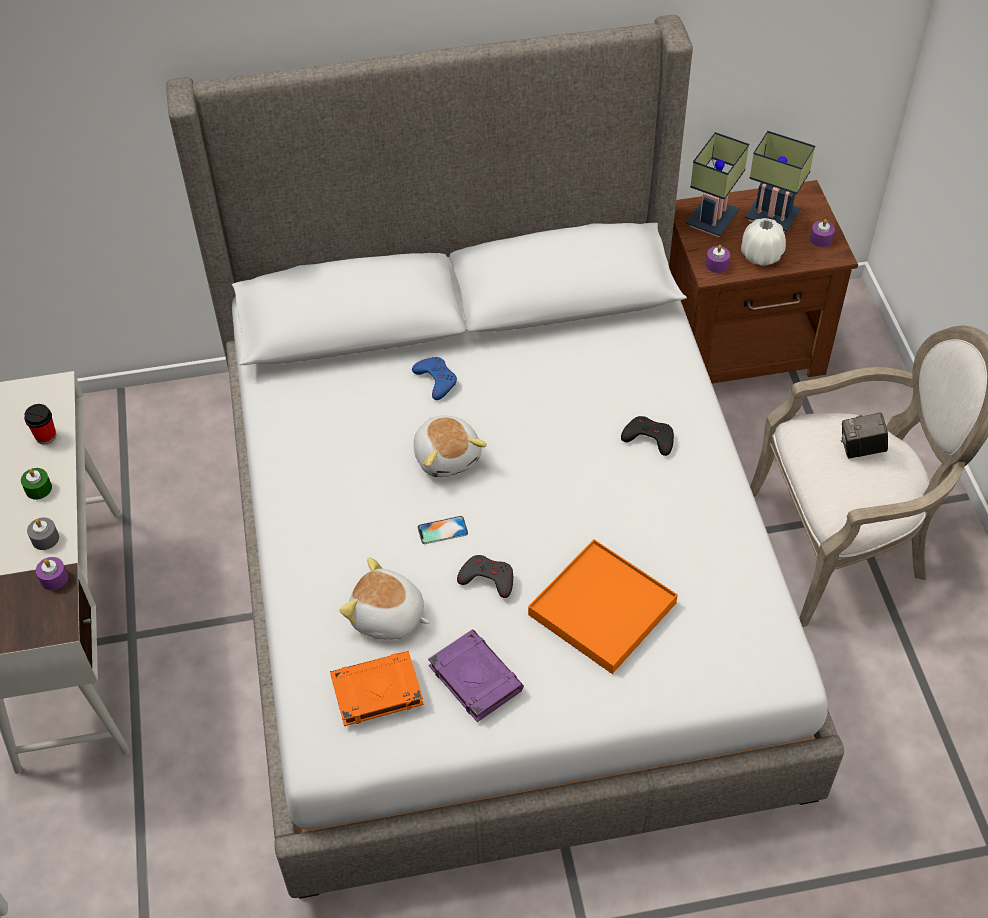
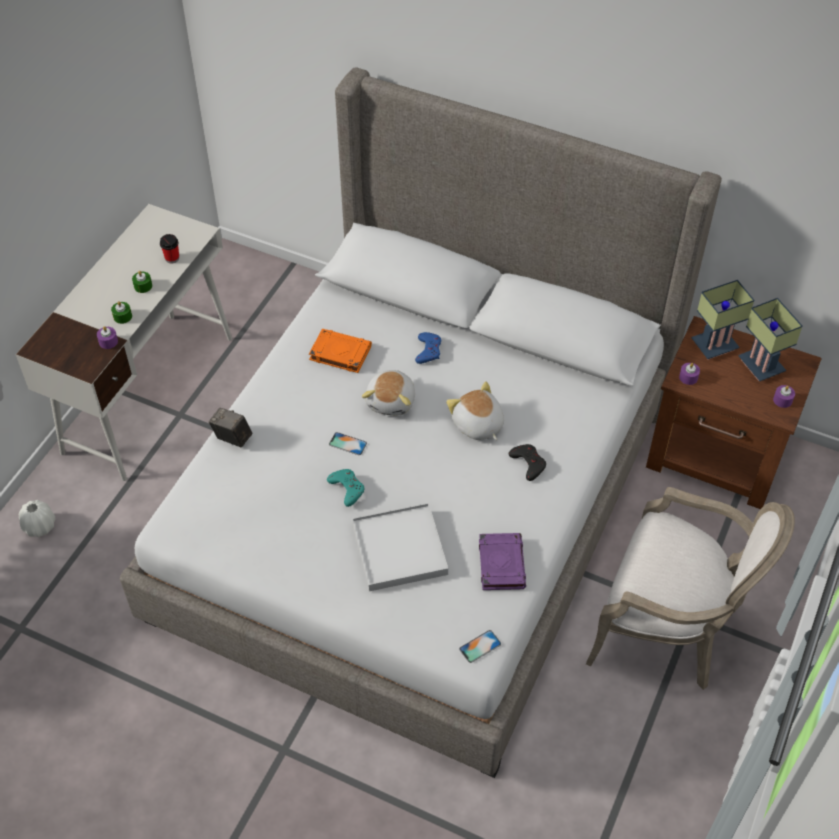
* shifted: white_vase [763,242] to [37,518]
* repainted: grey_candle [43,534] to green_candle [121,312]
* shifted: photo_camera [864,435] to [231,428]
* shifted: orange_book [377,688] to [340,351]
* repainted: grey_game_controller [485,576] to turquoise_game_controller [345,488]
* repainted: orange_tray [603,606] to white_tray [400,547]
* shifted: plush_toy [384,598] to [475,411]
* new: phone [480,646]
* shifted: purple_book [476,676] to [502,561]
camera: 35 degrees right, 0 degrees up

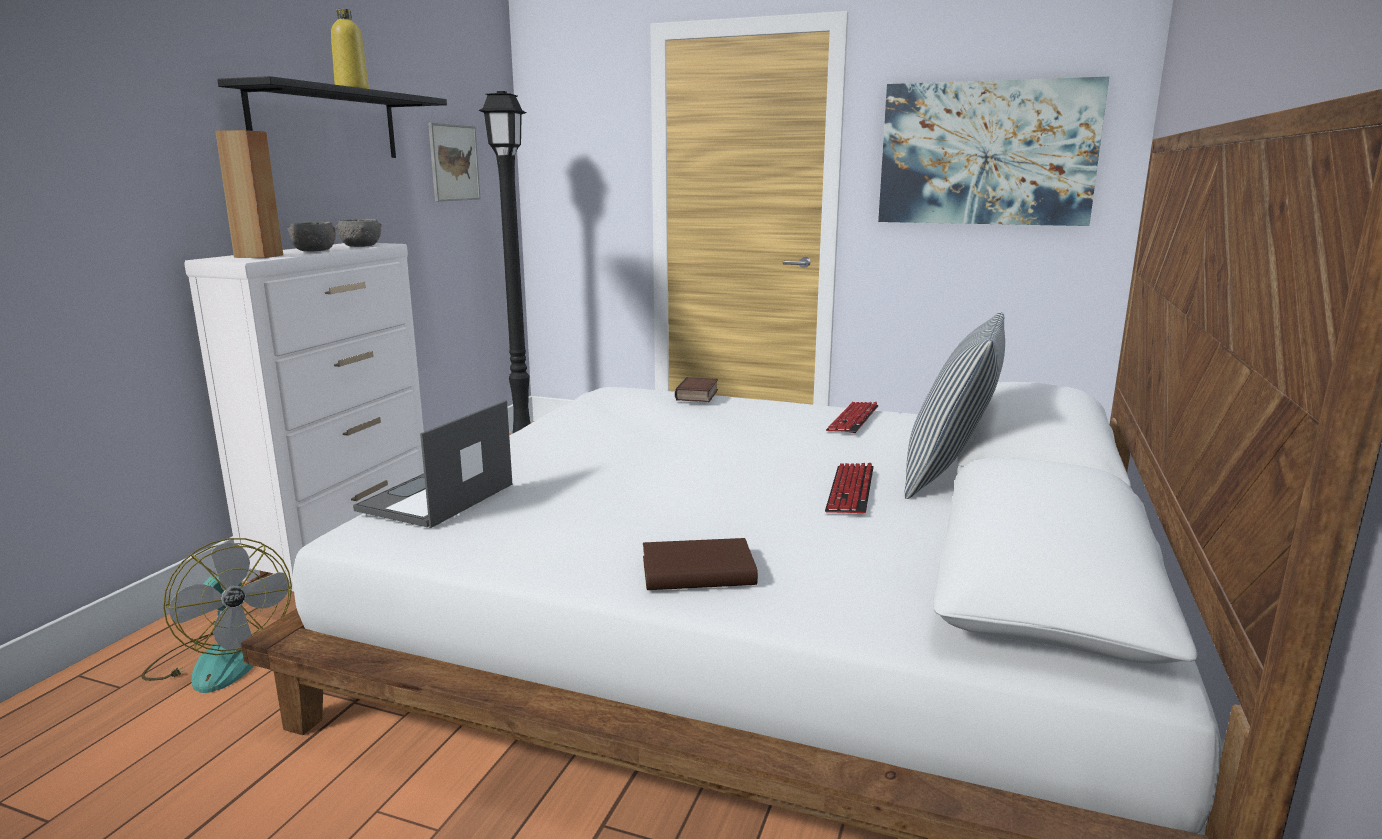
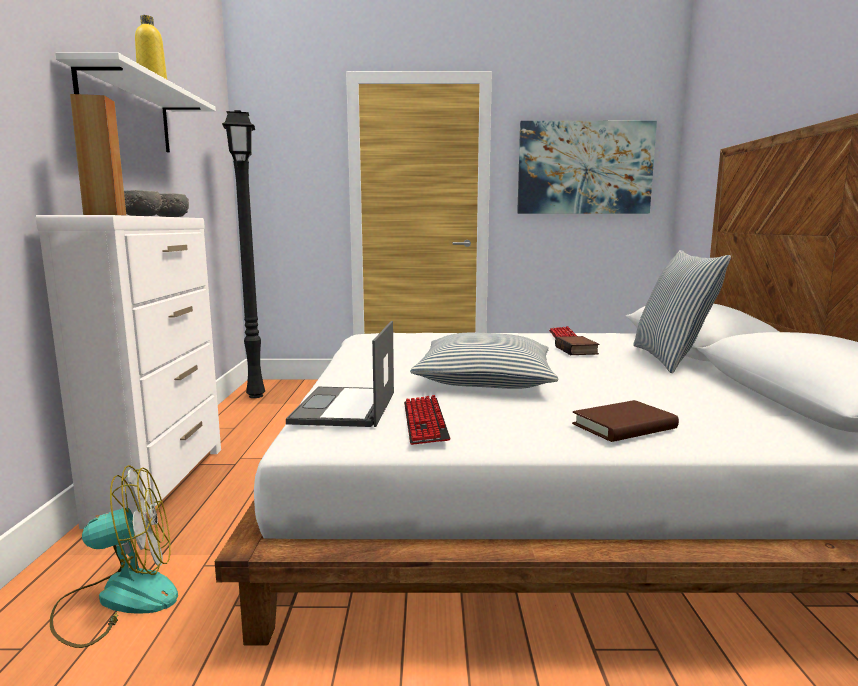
* rotated: fan [216,615] = [114,556] 45 degrees counterclockwise
* repainted: black_shelf [332,117] to white_shelf [135,102]
* shifted: keyboard [849,488] to [427,420]
* new: pillow [484,361]
* shifted: book [696,389] to [577,345]
* gone: picture [454,162]
camera: 20 degrees left, 5 degrees down

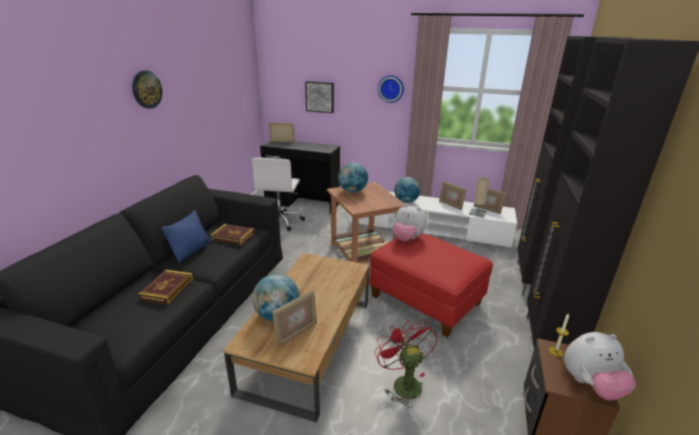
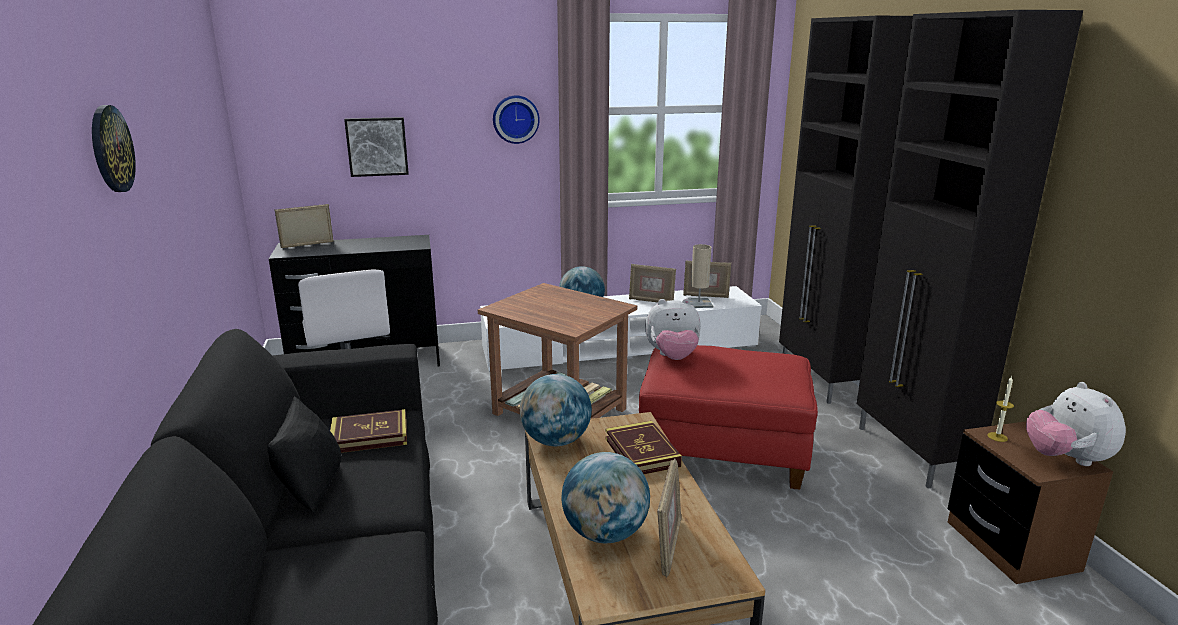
* repainted: blue_pillow [186,236] to black_pillow [304,455]
* shifted: globe [353,177] to [556,410]
* shifted: book [165,287] to [643,447]
* rotated: plush_toy [600,366] = [1076,424] 120 degrees clockwise
* gone: red_fan [406,363]
camera: 30 degrees left, 5 degrees down

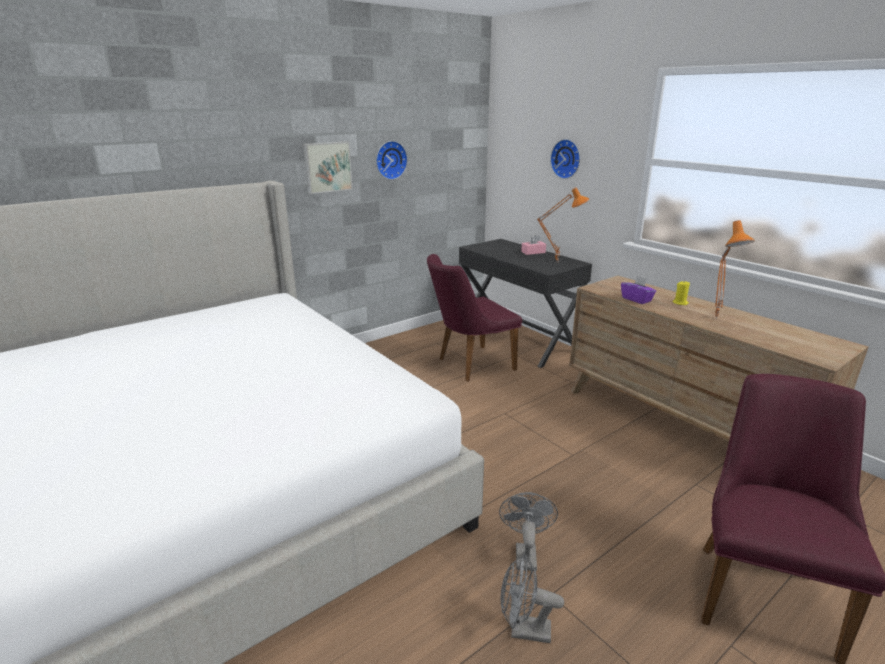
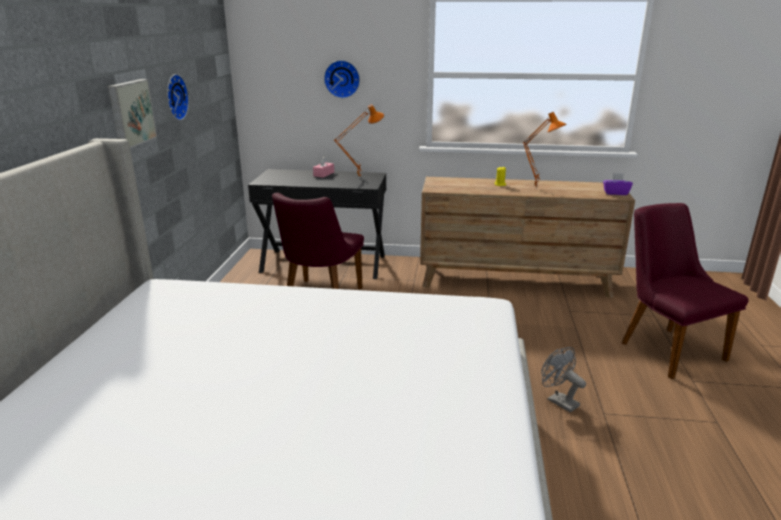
* shifted: purple_tissue_box [638,290] to [618,184]
* gone: grey_fan [532,599]
camera: 45 degrees left, 0 degrees up

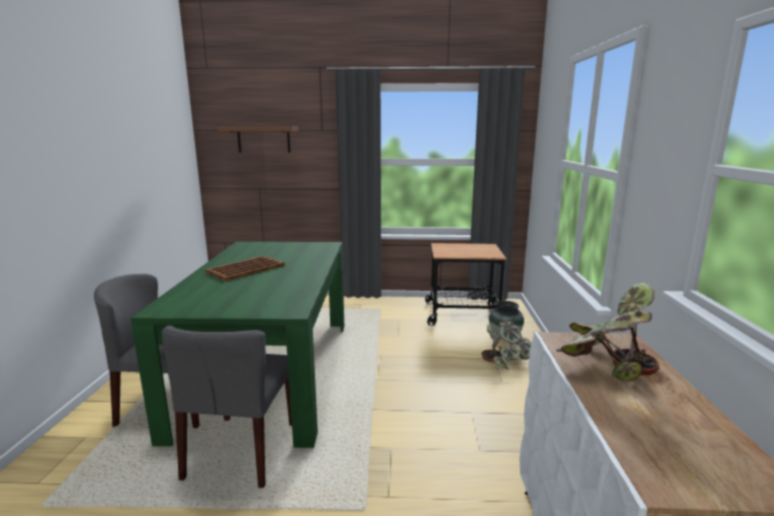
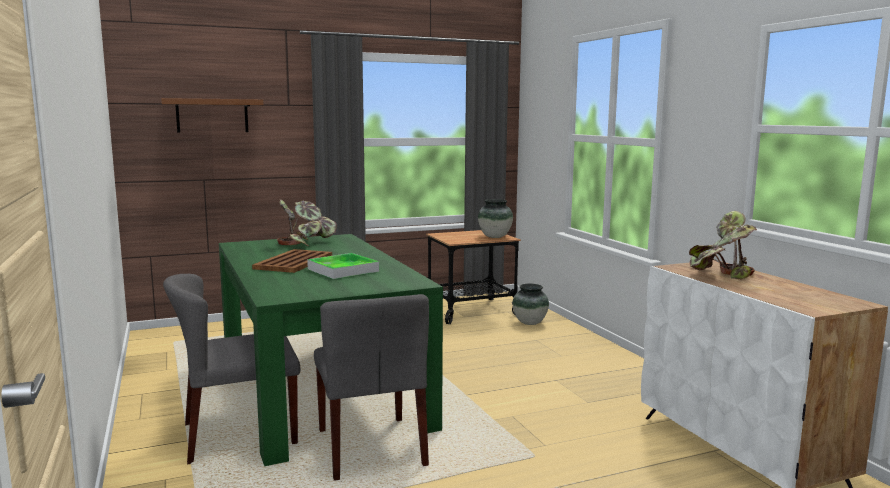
* shifted: potted_plant [506,345] to [307,222]
* new: tray [343,266]
* new: vase [495,218]
camera: 25 degrees left, 5 degrees down

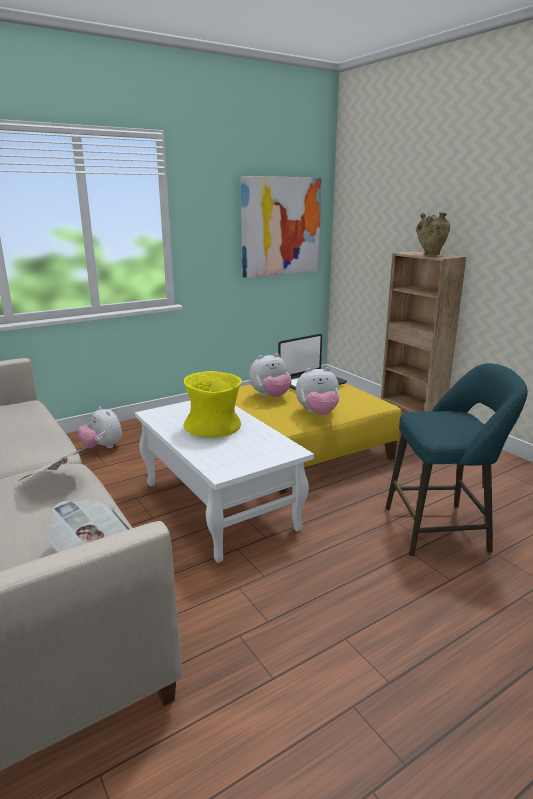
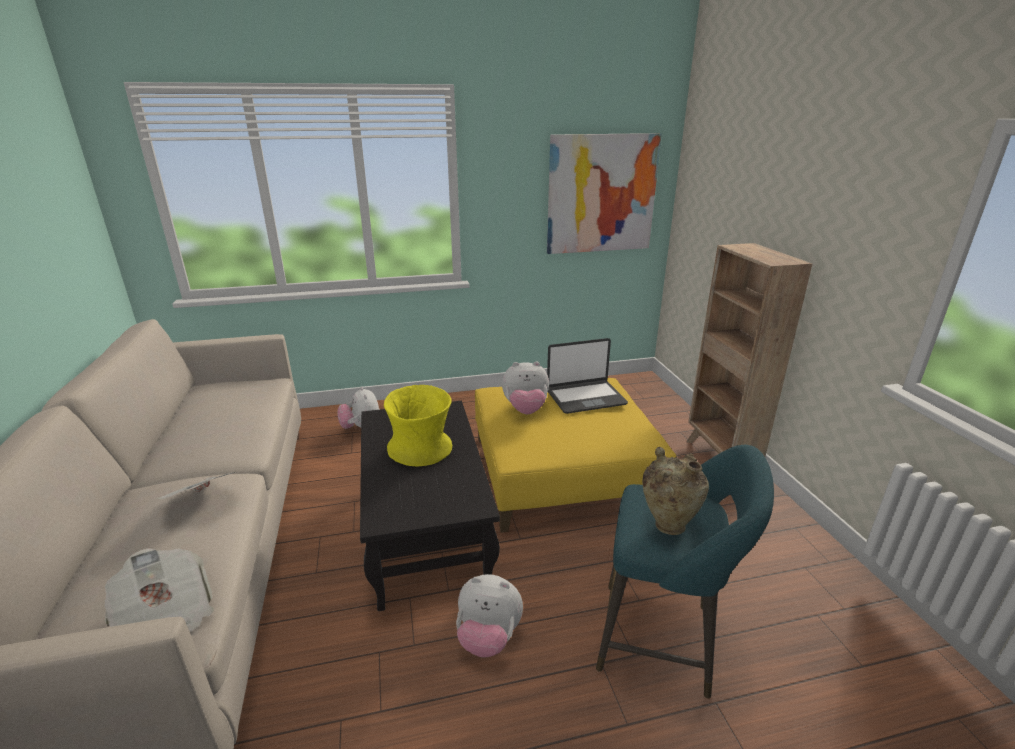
* repainted: white_coffee_table [224,482] to black_coffee_table [430,506]
* shifted: plush_toy [318,391] to [489,616]
* shifted: beige_vase [433,233] to [675,491]
camera: 20 degrees right, 5 degrees up

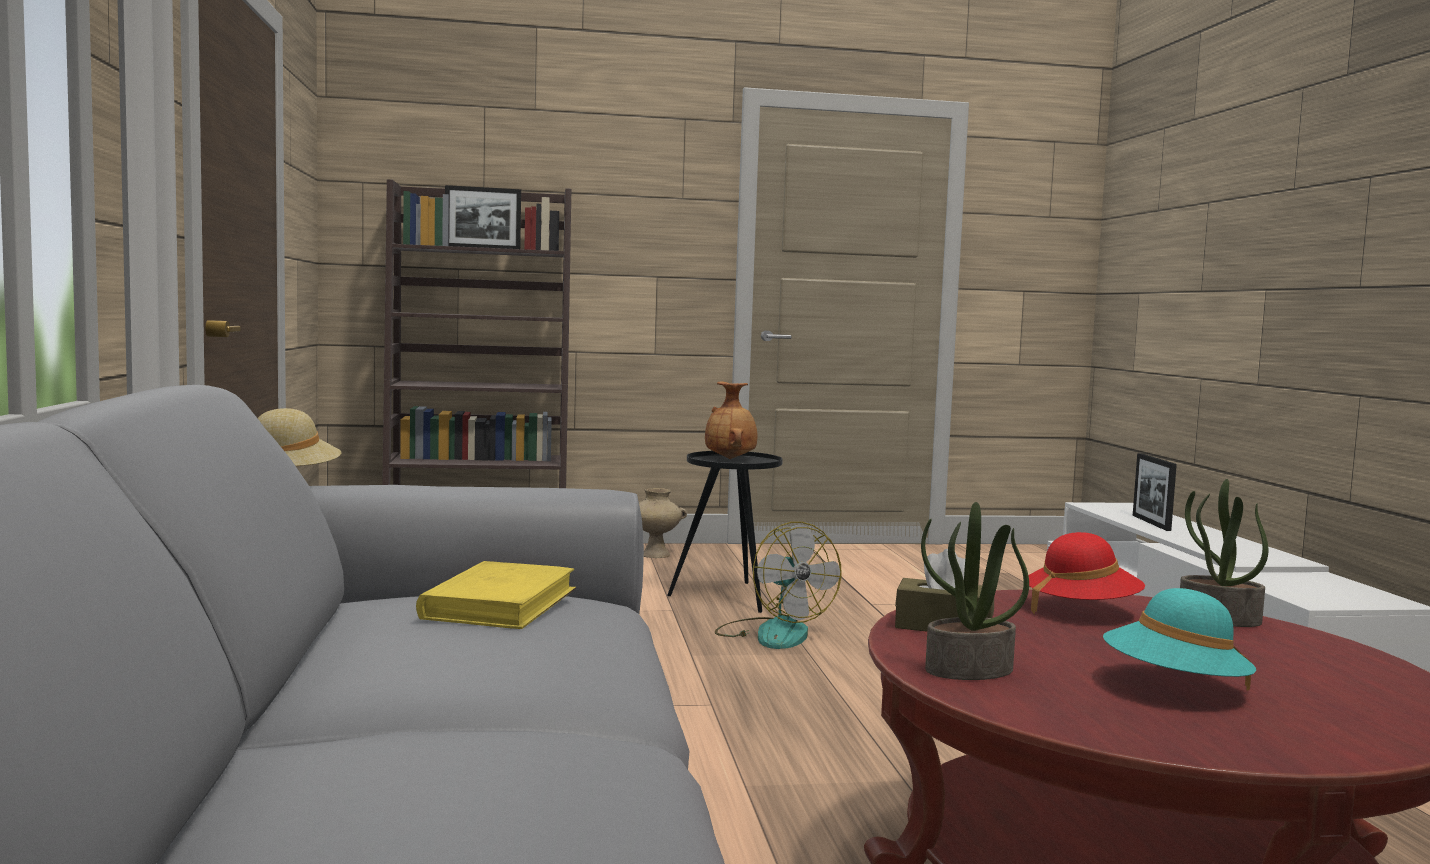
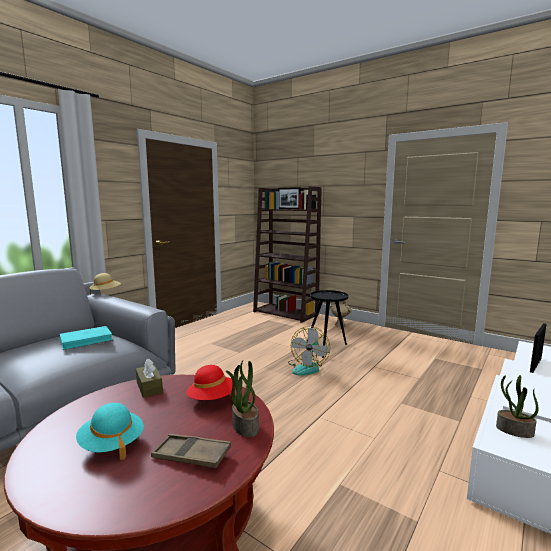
* repainted: yellow_book [496,595] to turquoise_book [86,338]
* new: brown_tray [191,451]
* shifted: potted_plant [975,591] to [517,406]
* gone: brown_vase [731,420]
camera: 45 degrees right, 5 degrees up

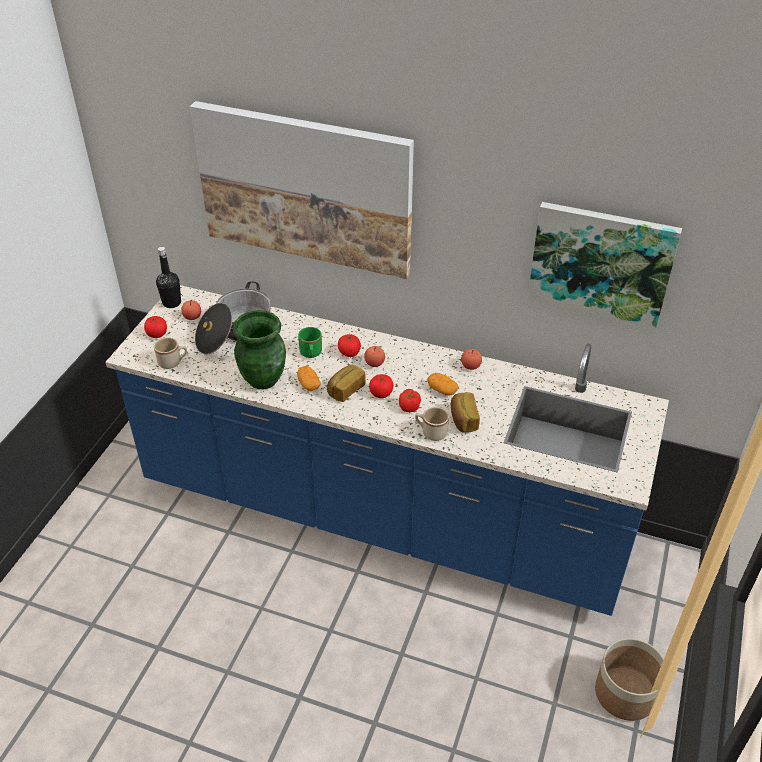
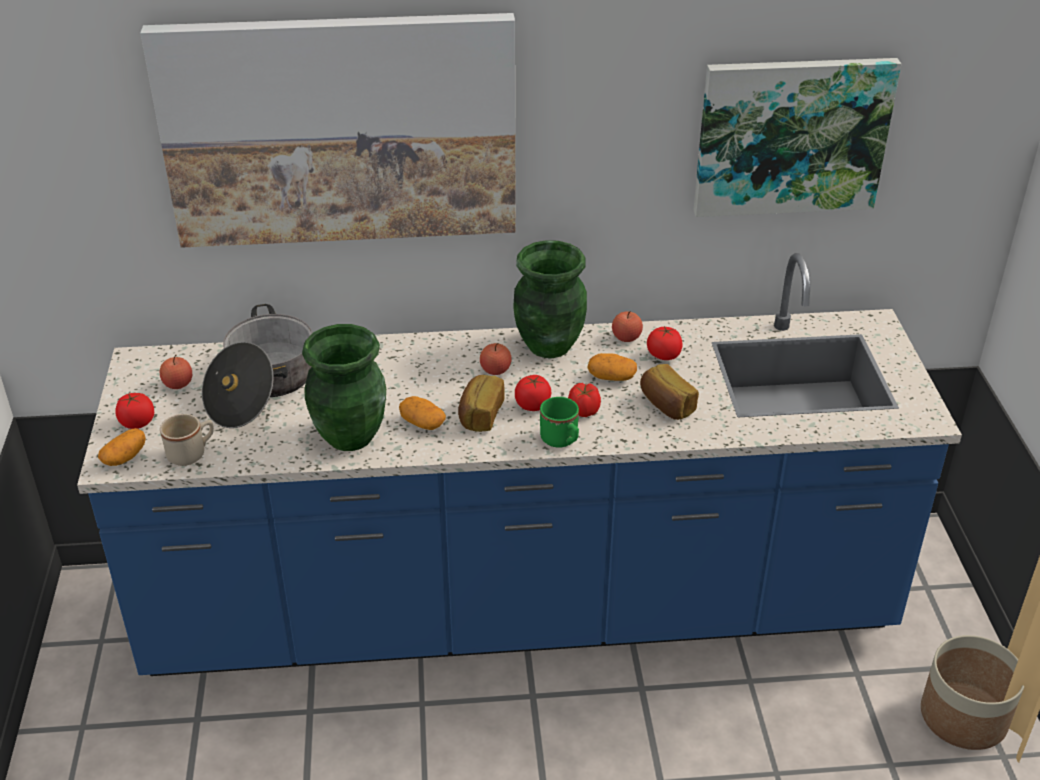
* new: potato [122,447]
* new: green_vase [550,299]
* shifted: green_mug [310,342] to [559,422]
* shifted: tomato [349,345] to [665,343]
* gone: black_bottle [168,277]
* gone: beige_mug [432,424]
camera: 25 degrees left, 5 degrees down

